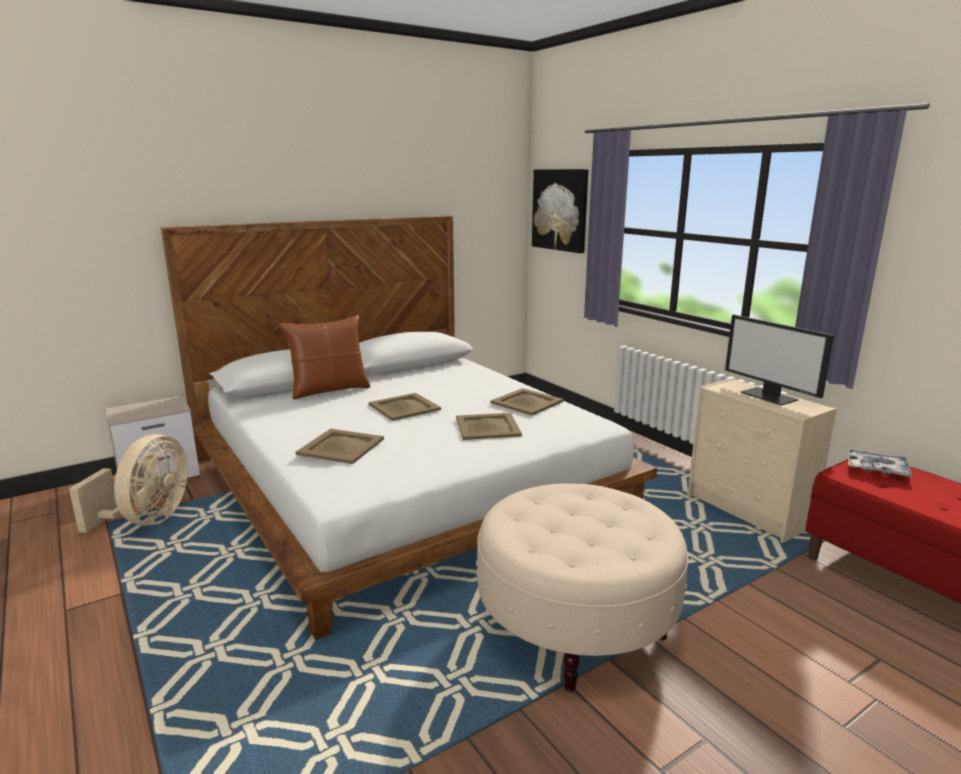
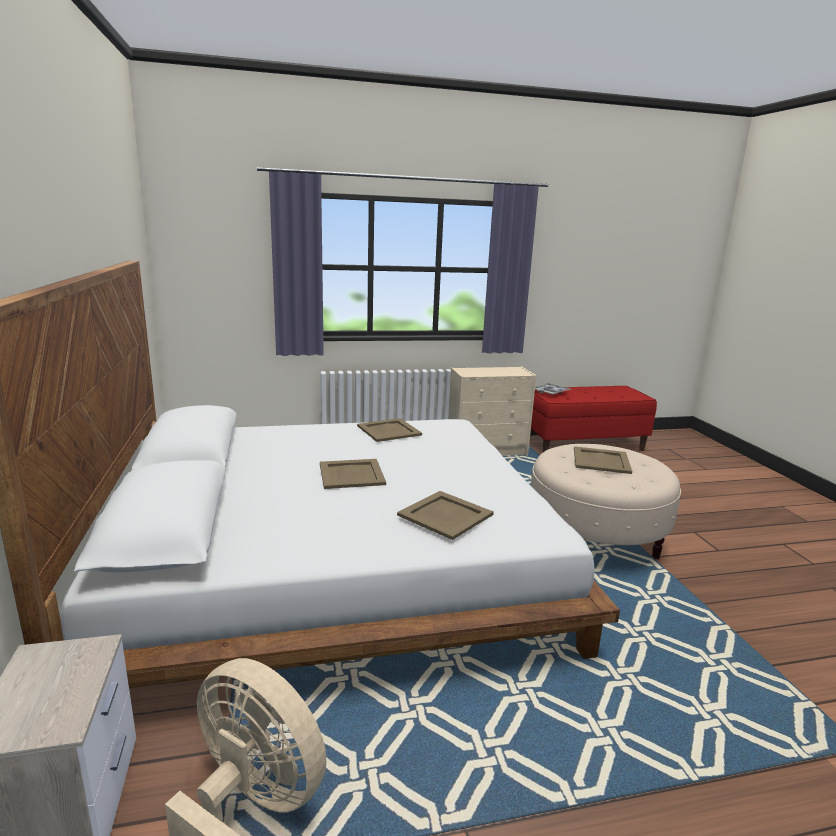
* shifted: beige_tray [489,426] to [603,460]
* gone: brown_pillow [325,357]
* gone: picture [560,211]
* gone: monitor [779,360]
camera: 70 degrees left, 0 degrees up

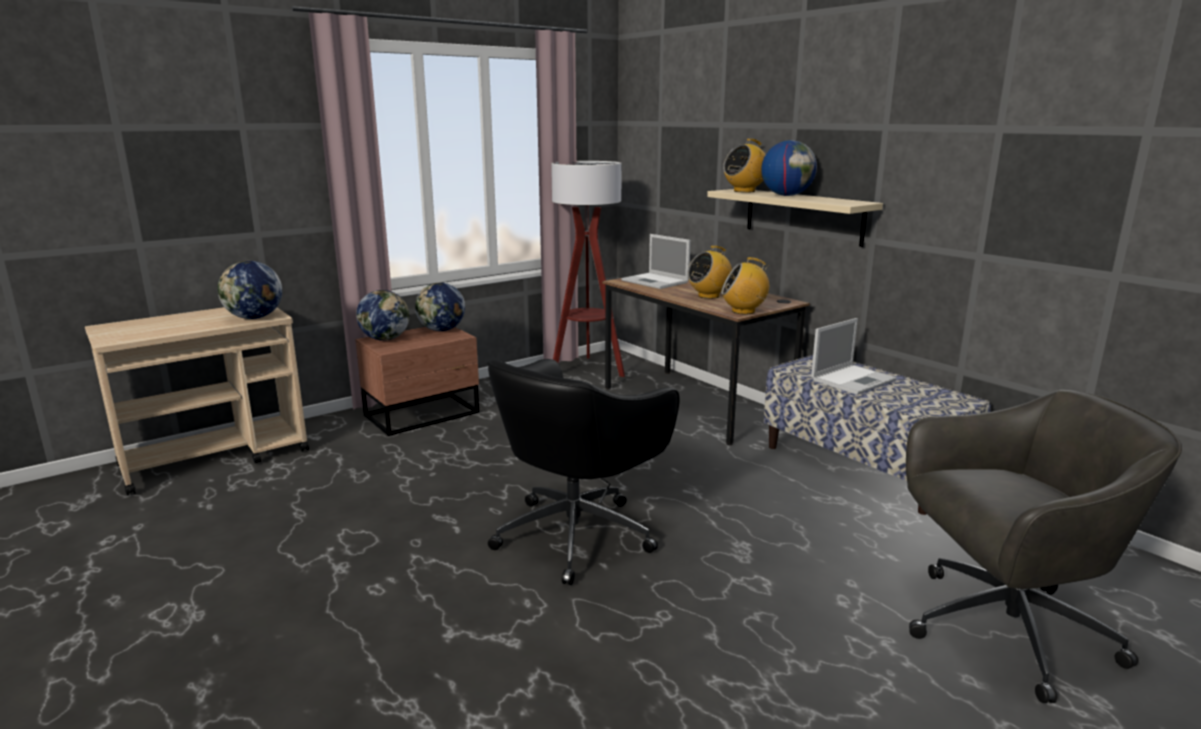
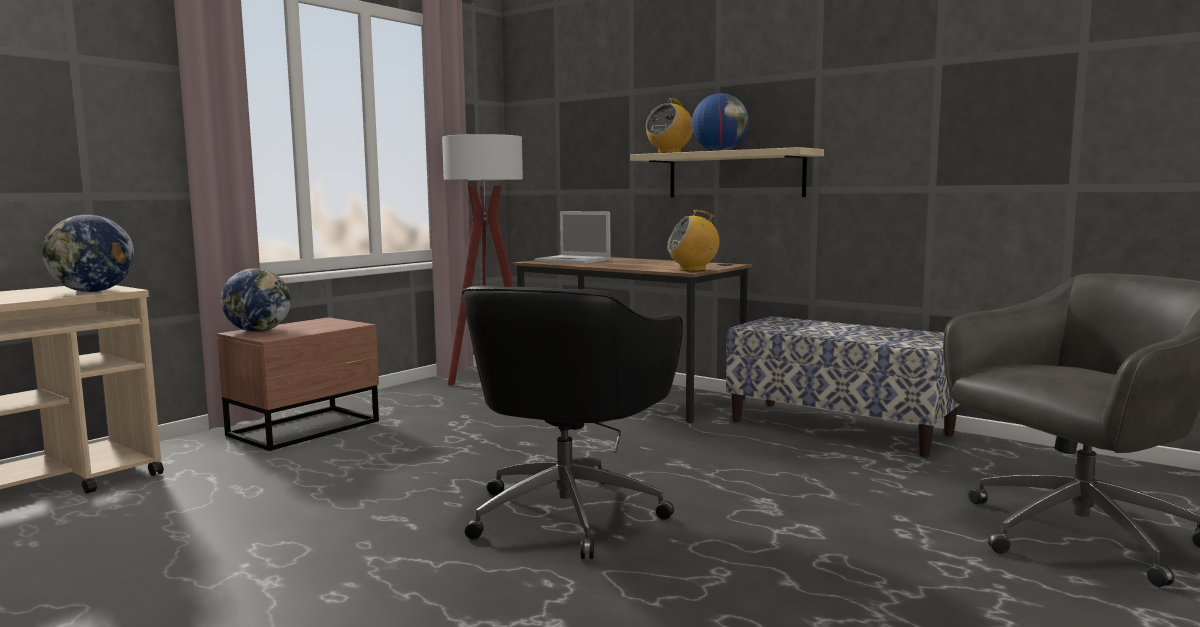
* gone: globe [440,307]
* gone: radio [709,272]
* gone: laptop [854,356]
camera: 15 degrees left, 10 degrees down

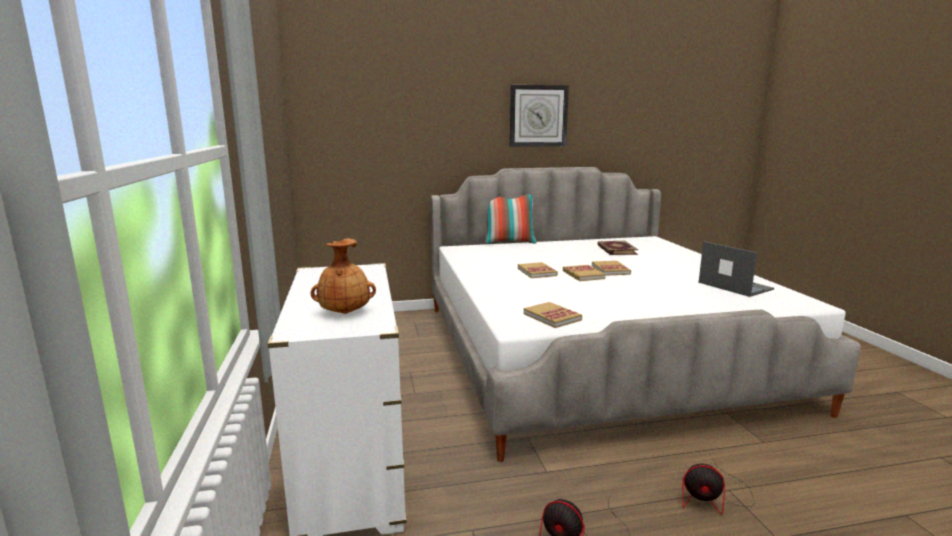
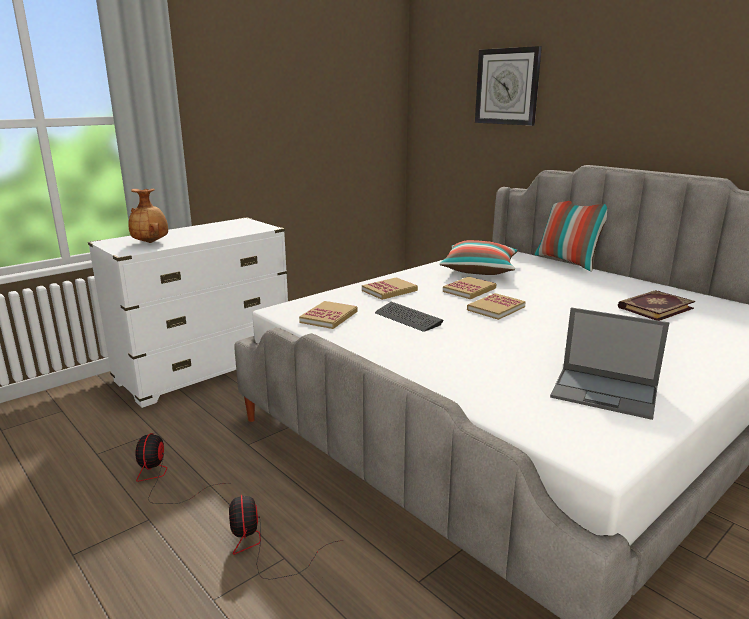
* shifted: book [611,268] to [390,288]
* new: keyboard [409,317]
* new: pillow [479,257]
* shifted: wall_clock [539,116] to [508,86]
* rotated: laptop [736,269] = [609,363] 90 degrees clockwise
camera: 60 degrees right, 5 degrees up

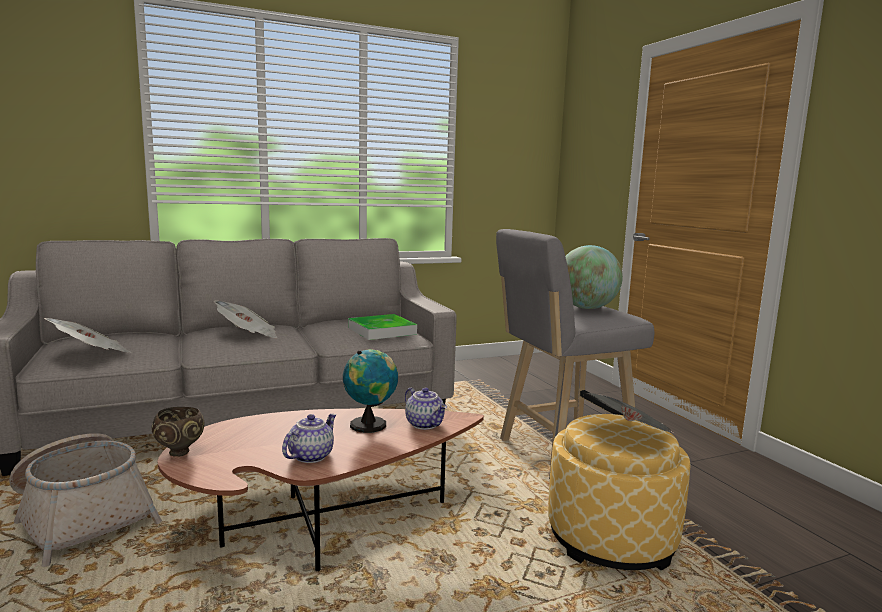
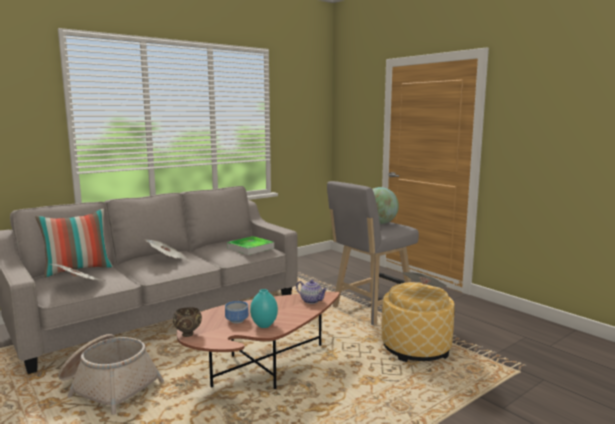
* new: pillow [74,243]
* new: bowl [237,312]
* swapped: teapot [309,438] to turquoise_vase [264,308]
* gone: globe [370,391]
camera: 15 degrees left, 0 degrees up

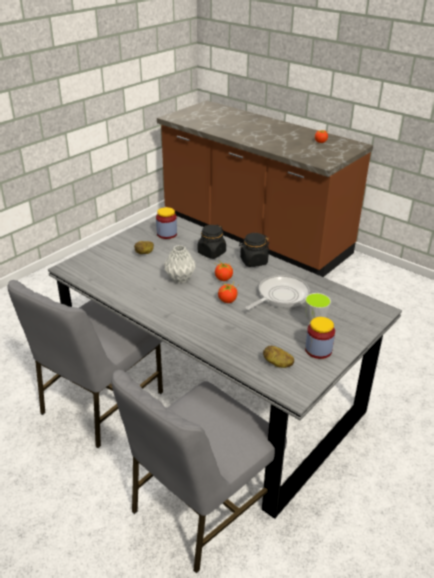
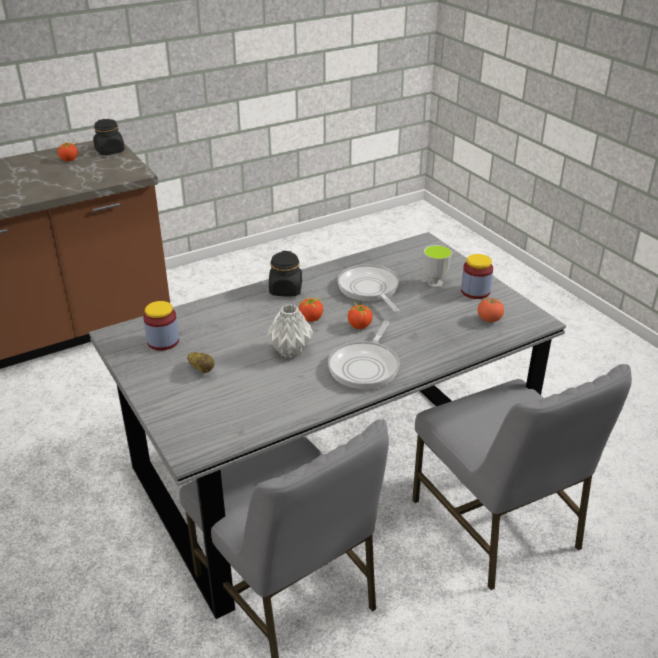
* shifted: black_jar [212,242] to [109,137]
* new: frying_pan [363,355]
* swapped: potato [278,357] to tomato [491,309]
camera: 70 degrees left, 0 degrees up

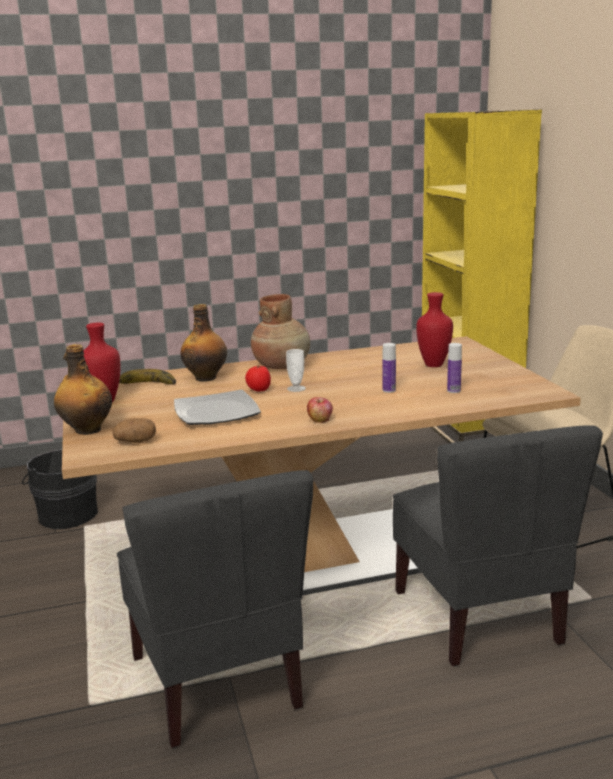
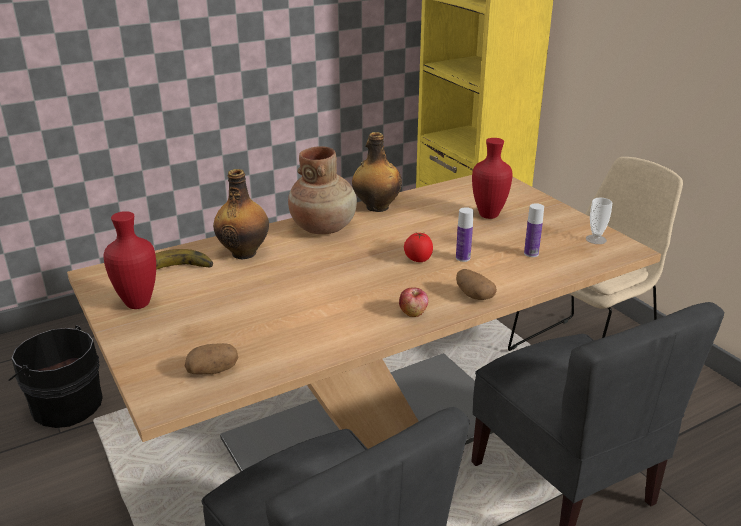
* shifted: bottle [83,389] to [377,172]
* shifted: tomato [258,378] to [418,247]
* new: potato [476,284]
* shifted: cup [296,370] to [599,221]
* gone: plate [217,407]
camera: 15 degrees left, 10 degrees up

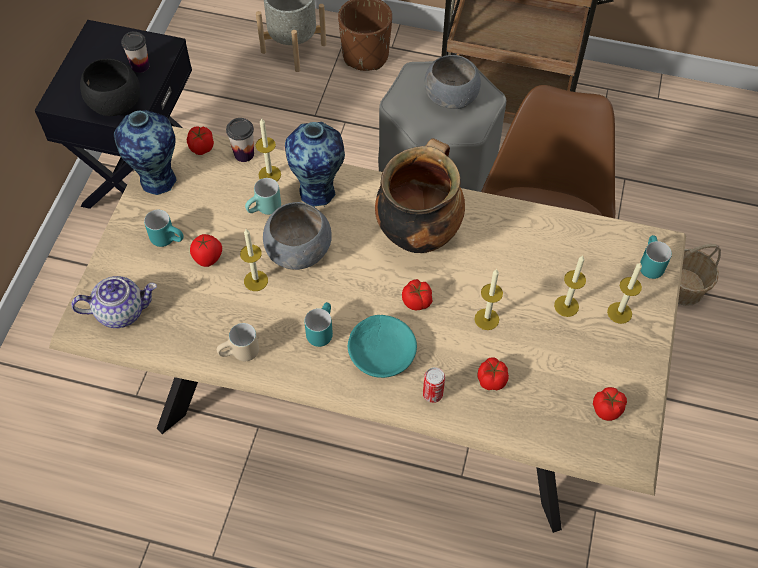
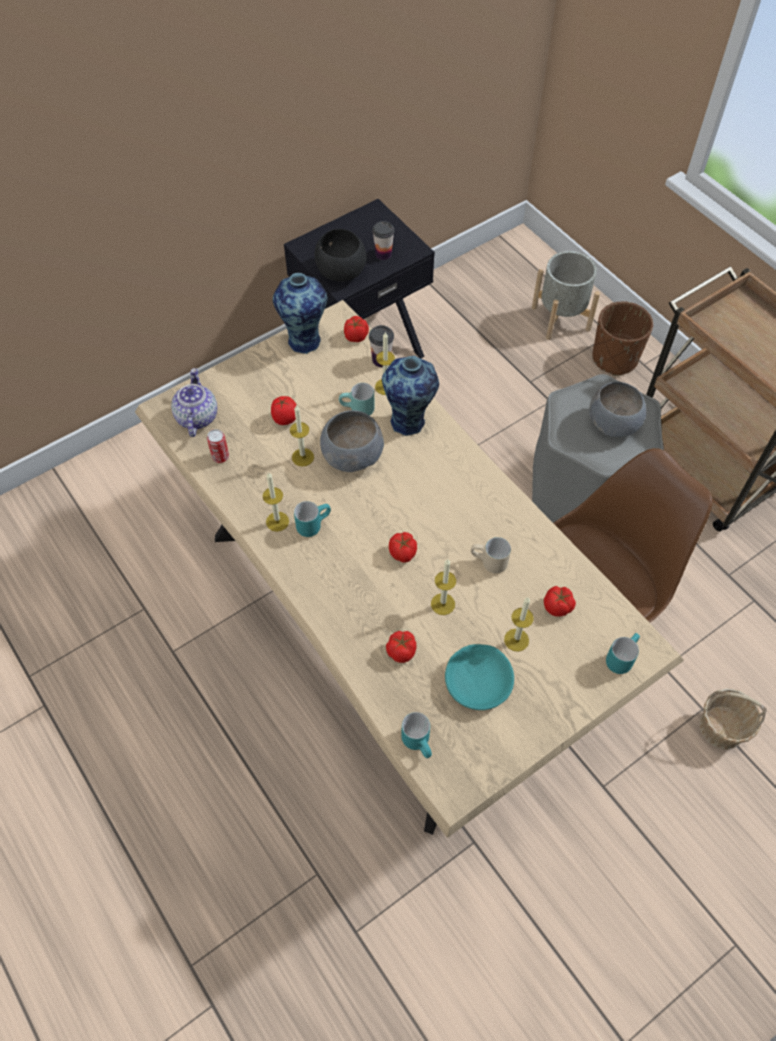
* rotated: teapot [114,302] = [194,402] 120 degrees counterclockwise
* shifted: can [434,385] to [218,446]
* shifted: candle [624,293] to [276,502]
* shifted: turquoise_mug [164,228] to [416,735]
* shifted: turquoise_bowl [382,346] to [479,677]
* shifted: beige_mug [238,342] to [491,555]
* shifted: tomato [610,404] to [560,601]
* gone: cooking_pot [420,195]
camera: 40 degrees right, 0 degrees up

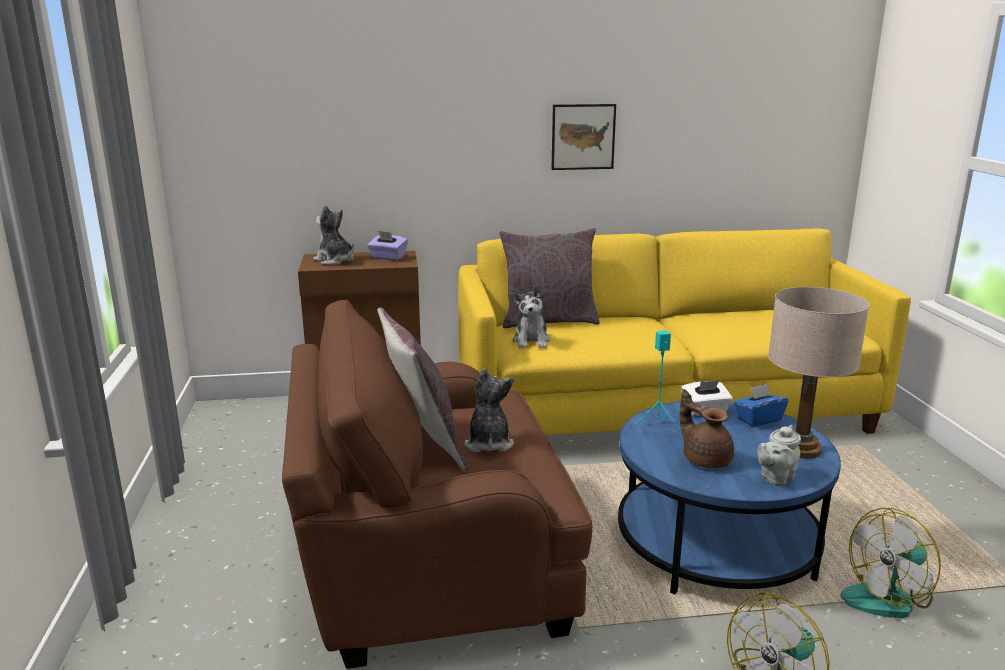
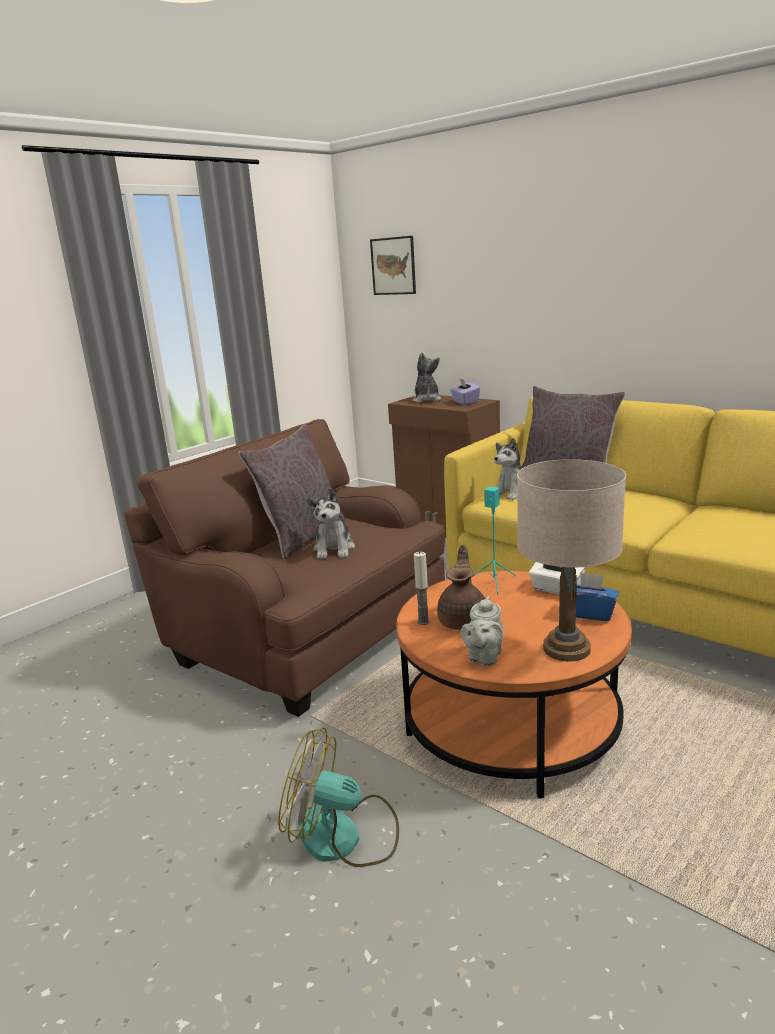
* rotated: plush_toy [489,410] = [330,523] 135 degrees clockwise
* shifted: picture [583,137] to [393,265]
* repainted: blue_coffee_table [729,497] to orange_coffee_table [514,685]
* new: candle [422,588]
* rotated: grey_teapot [779,455] = [482,631] 75 degrees counterclockwise
* gone: fan [890,563]
camera: 50 degrees right, 0 degrees up

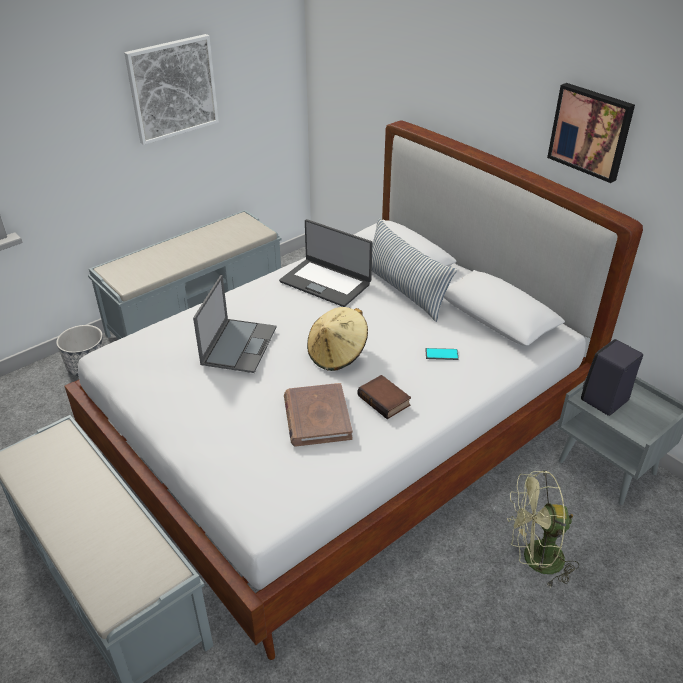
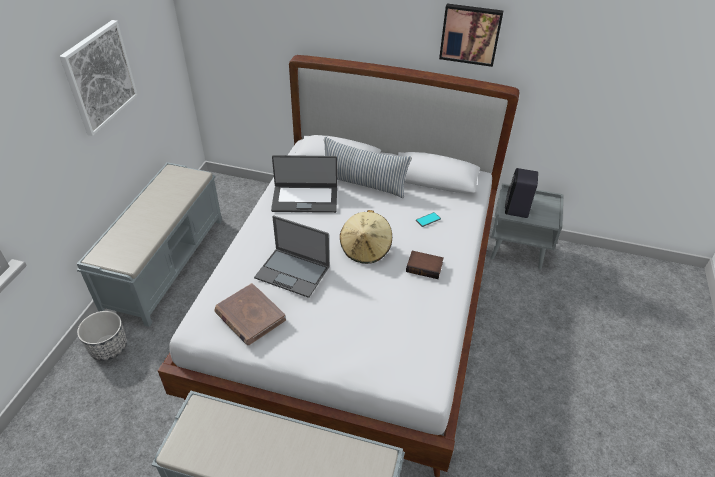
* shifted: brown_book [318,415] to [250,314]
* rotated: laptop [235,324] = [292,256] 135 degrees clockwise
* gone: green_fan [543,529]
camera: 35 degrees left, 5 degrees up

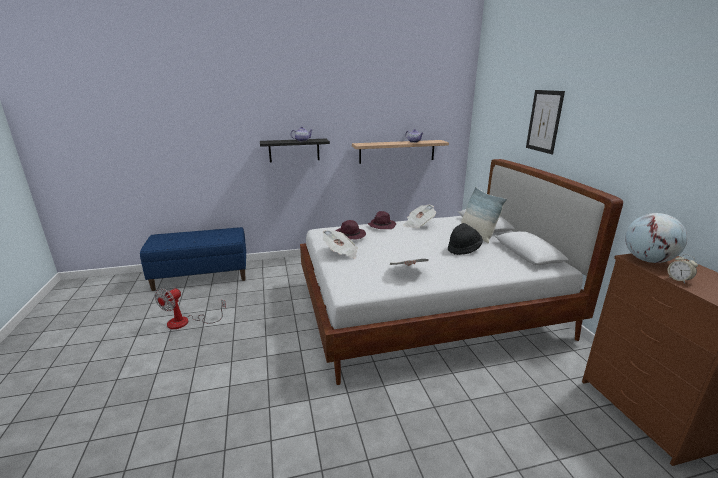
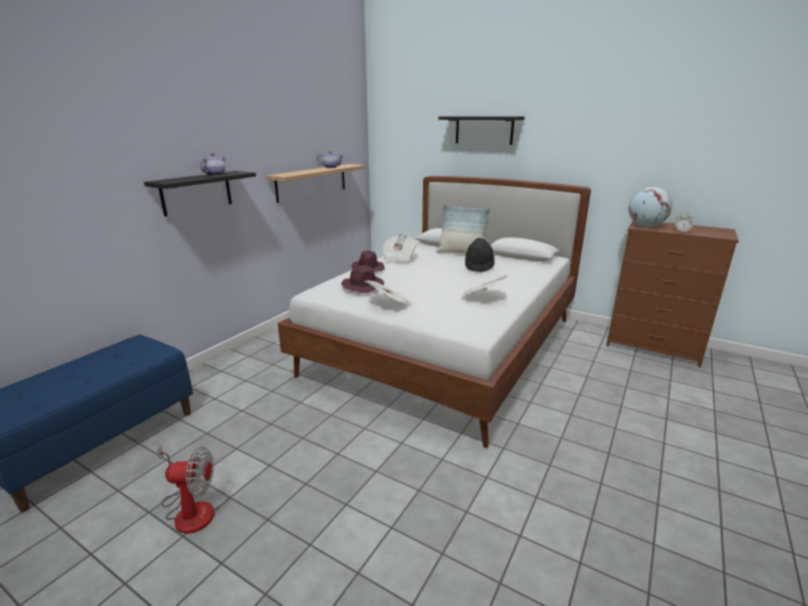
* rotated: fan [190,308] = [185,489] 75 degrees counterclockwise
* swapped: picture [545,122] to black_shelf [481,130]
camera: 45 degrees left, 0 degrees up

